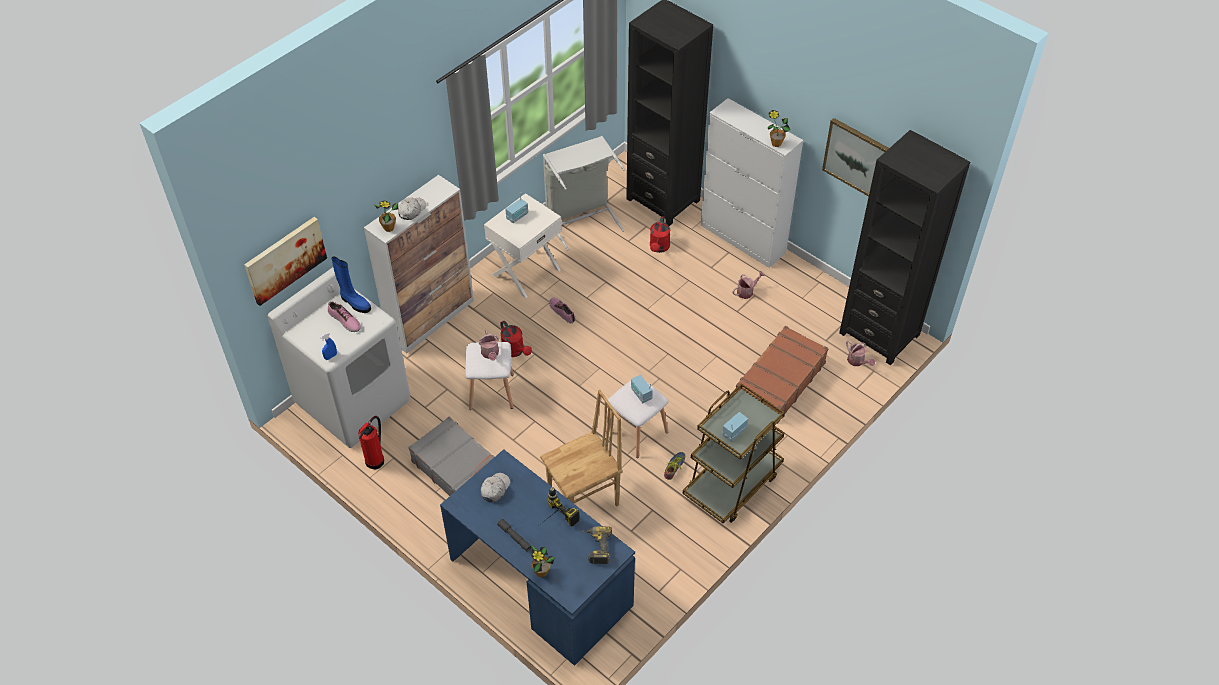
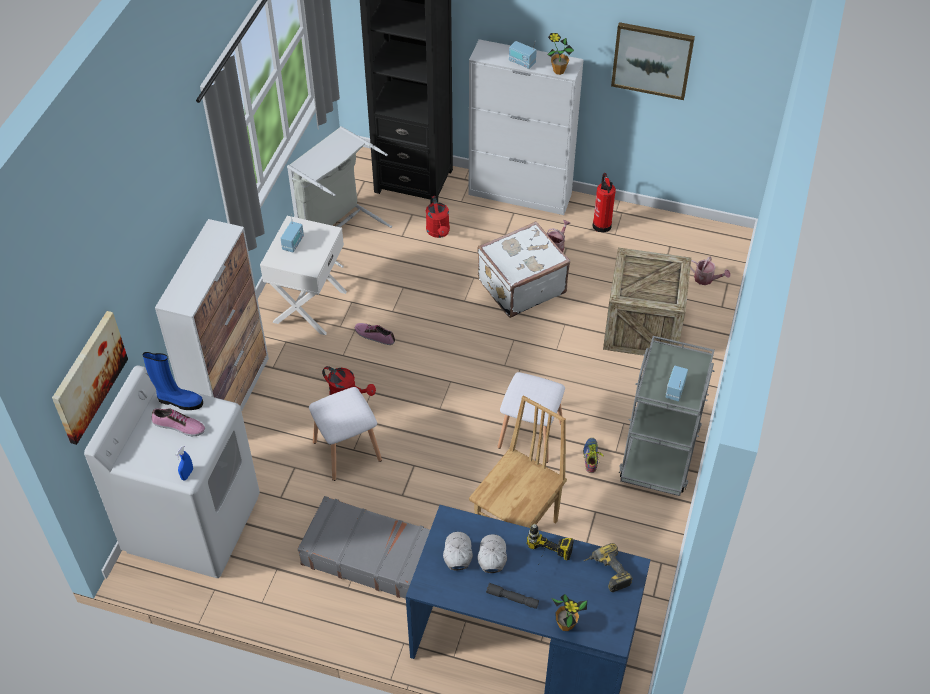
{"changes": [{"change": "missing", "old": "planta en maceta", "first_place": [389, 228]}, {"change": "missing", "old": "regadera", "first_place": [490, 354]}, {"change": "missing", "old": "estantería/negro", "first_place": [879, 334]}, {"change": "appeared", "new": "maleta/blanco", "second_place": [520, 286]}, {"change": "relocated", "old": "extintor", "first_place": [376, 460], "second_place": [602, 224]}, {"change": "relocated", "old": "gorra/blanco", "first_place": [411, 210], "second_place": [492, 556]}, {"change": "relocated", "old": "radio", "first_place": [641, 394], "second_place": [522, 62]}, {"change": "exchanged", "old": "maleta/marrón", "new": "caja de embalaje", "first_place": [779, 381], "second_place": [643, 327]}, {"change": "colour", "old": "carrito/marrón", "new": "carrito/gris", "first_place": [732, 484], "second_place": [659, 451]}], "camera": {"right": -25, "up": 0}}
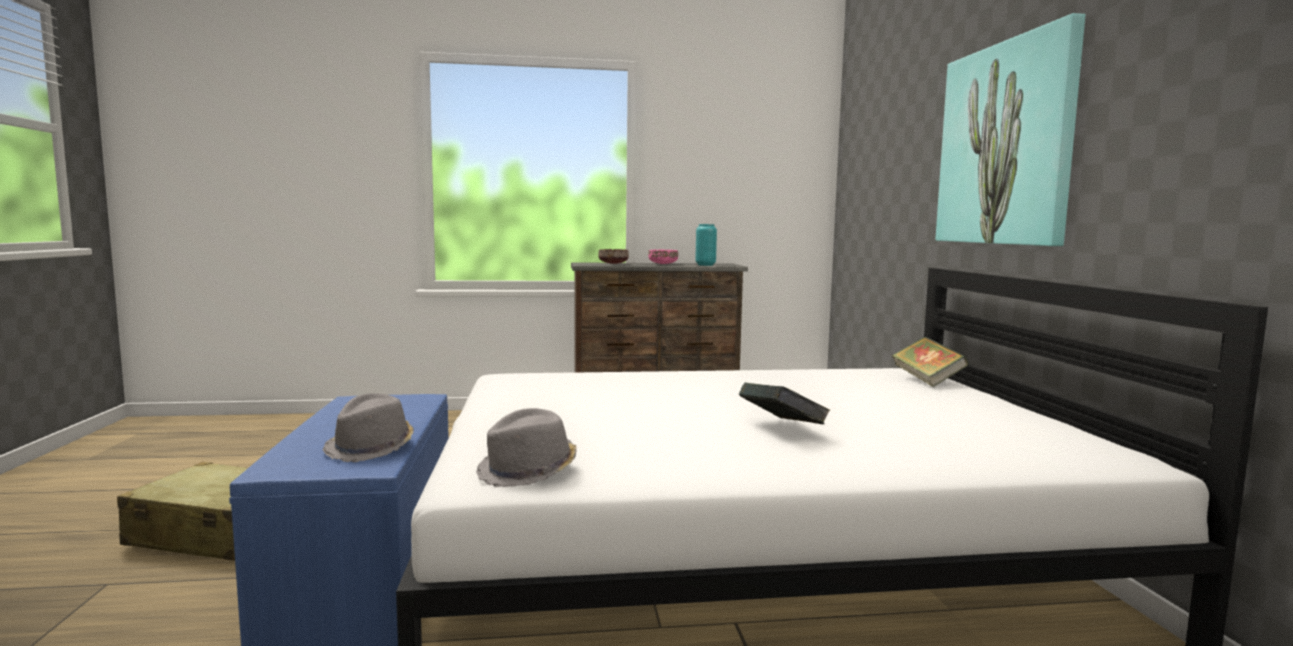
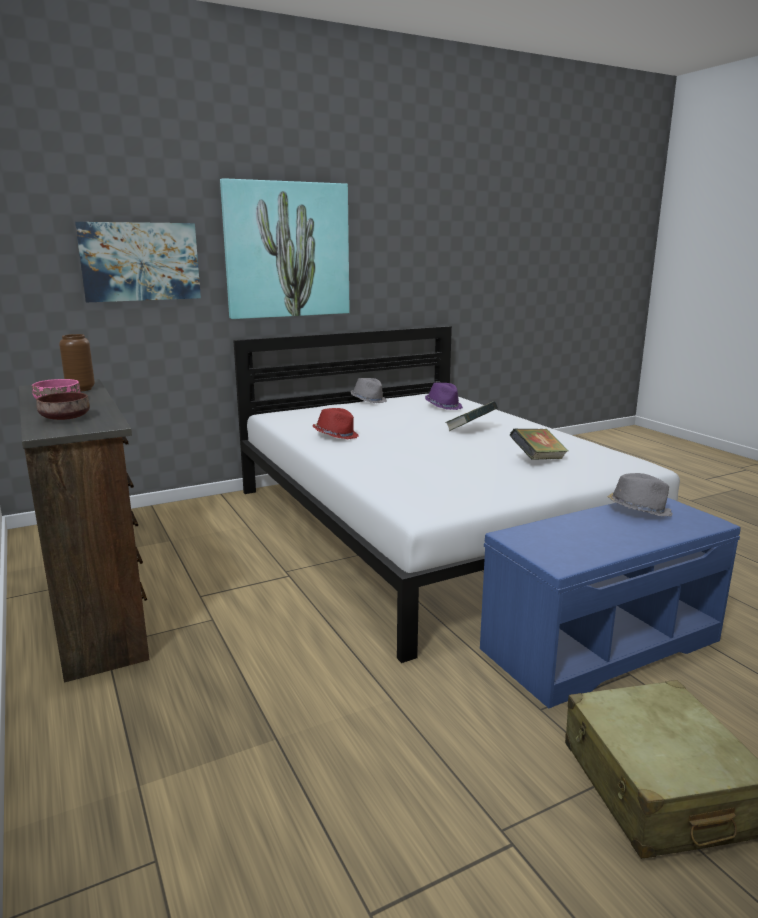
{"changes": [{"change": "appeared", "new": "cuadro", "second_place": [140, 261]}, {"change": "appeared", "new": "sombrero/rojo", "second_place": [336, 435]}, {"change": "appeared", "new": "sombrero/morado", "second_place": [443, 406]}, {"change": "relocated", "old": "sombrero/gris", "first_place": [528, 472], "second_place": [368, 400]}, {"change": "relocated", "old": "libro", "first_place": [927, 380], "second_place": [537, 460]}, {"change": "colour", "old": "florero/turquesa", "new": "florero/marrón", "first_place": [705, 265], "second_place": [80, 389]}], "camera": {"right": -110, "up": 10}}
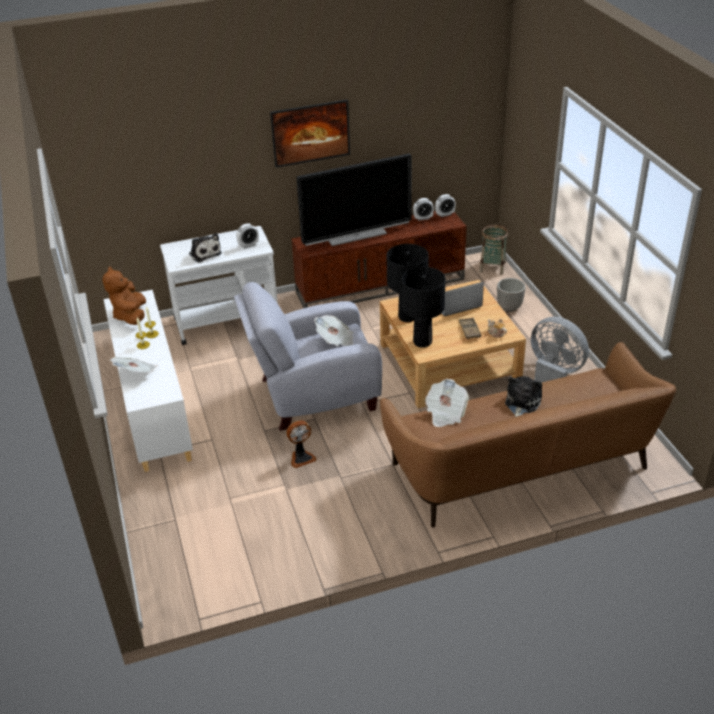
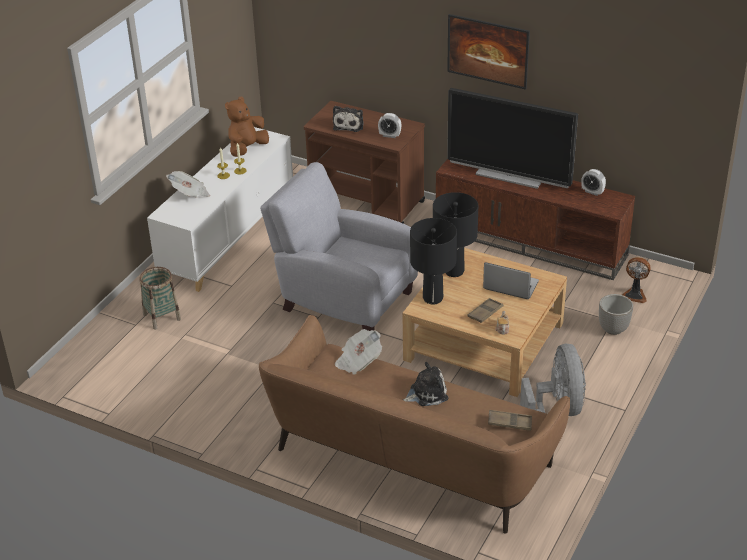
{"changes": [{"change": "missing", "old": "periódico", "first_place": [336, 340]}, {"change": "missing", "old": "despertador", "first_place": [445, 214]}, {"change": "appeared", "new": "bandeja/marrón", "second_place": [509, 423]}, {"change": "relocated", "old": "ventilador", "first_place": [301, 457], "second_place": [634, 295]}, {"change": "relocated", "old": "cesta", "first_place": [492, 267], "second_place": [161, 317]}, {"change": "colour", "old": "carrito/blanco", "new": "carrito/marrón", "first_place": [227, 321], "second_place": [367, 202]}], "camera": {"right": 45, "up": 0}}
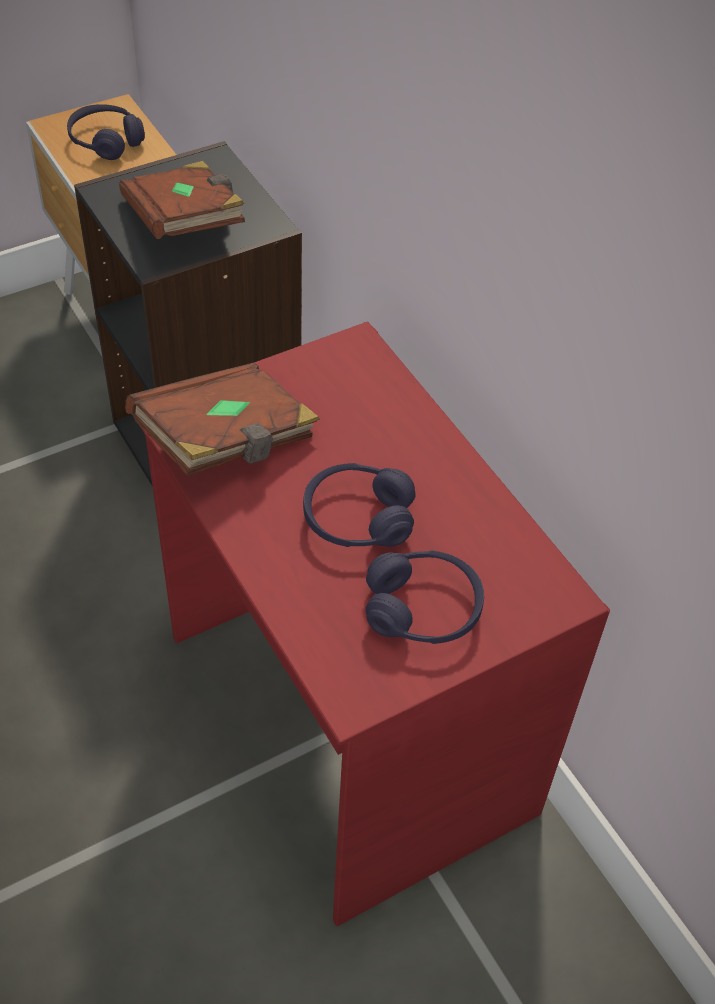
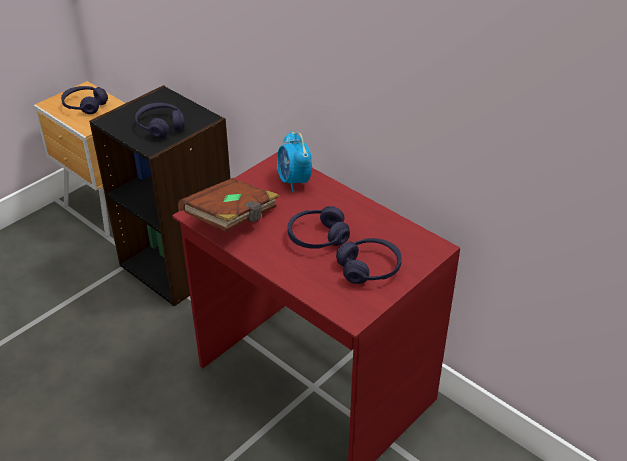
{"changes": [{"change": "appeared", "new": "despertador", "second_place": [294, 181]}, {"change": "exchanged", "old": "libro/marrón", "new": "auriculares/morado", "first_place": [185, 224], "second_place": [160, 126]}], "camera": {"right": -15, "up": -10}}
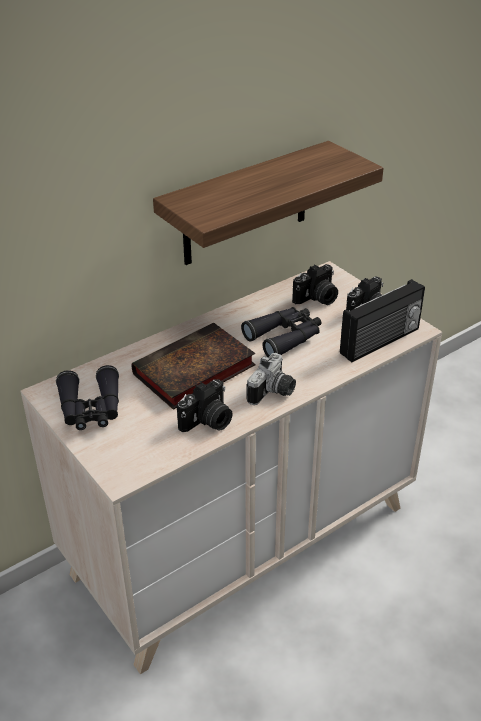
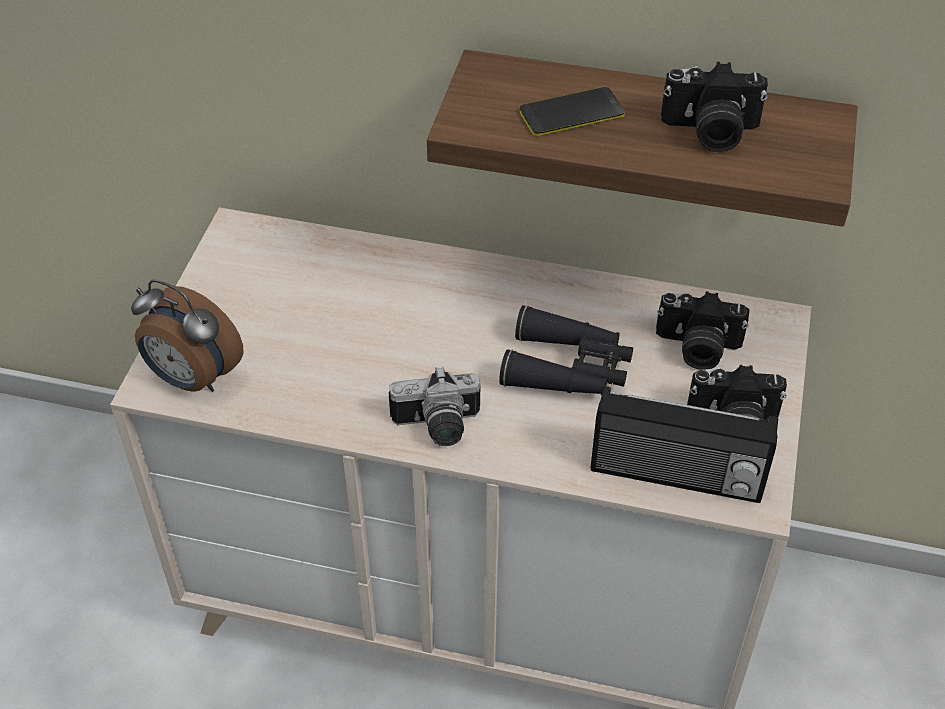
{"changes": [{"change": "missing", "old": "prismáticos/negro", "first_place": [91, 409]}, {"change": "missing", "old": "libro", "first_place": [192, 372]}, {"change": "appeared", "new": "despertador", "second_place": [192, 378]}, {"change": "appeared", "new": "móvil", "second_place": [571, 113]}, {"change": "relocated", "old": "cámara", "first_place": [208, 422], "second_place": [710, 132]}], "camera": {"right": 50, "up": 10}}
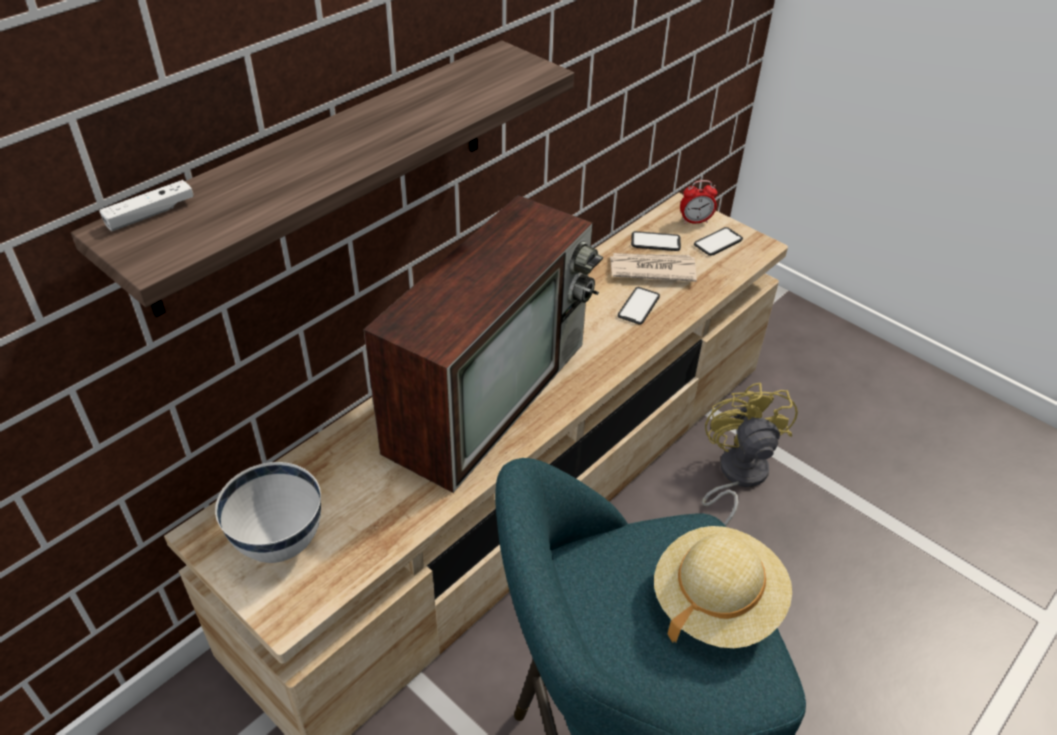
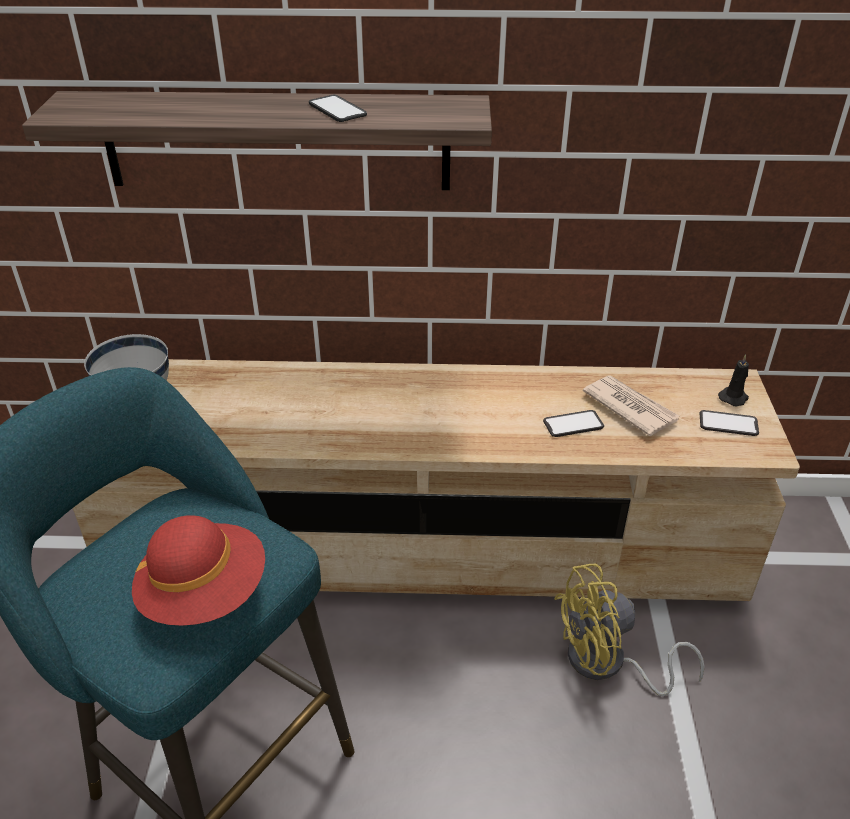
{"changes": [{"change": "missing", "old": "mando de consola/blanco", "first_place": [150, 214]}, {"change": "missing", "old": "televisor", "first_place": [488, 392]}, {"change": "relocated", "old": "móvil", "first_place": [655, 242], "second_place": [337, 110]}, {"change": "exchanged", "old": "despertador", "new": "vela/negro", "first_place": [695, 221], "second_place": [733, 397]}, {"change": "colour", "old": "sombrero/beis", "new": "sombrero/rojo", "first_place": [716, 602], "second_place": [204, 593]}, {"change": "spun", "old": "ventilador/amarillo", "first_place": [736, 476], "second_place": [607, 664], "degrees": -150}], "camera": {"right": 50, "up": -5}}
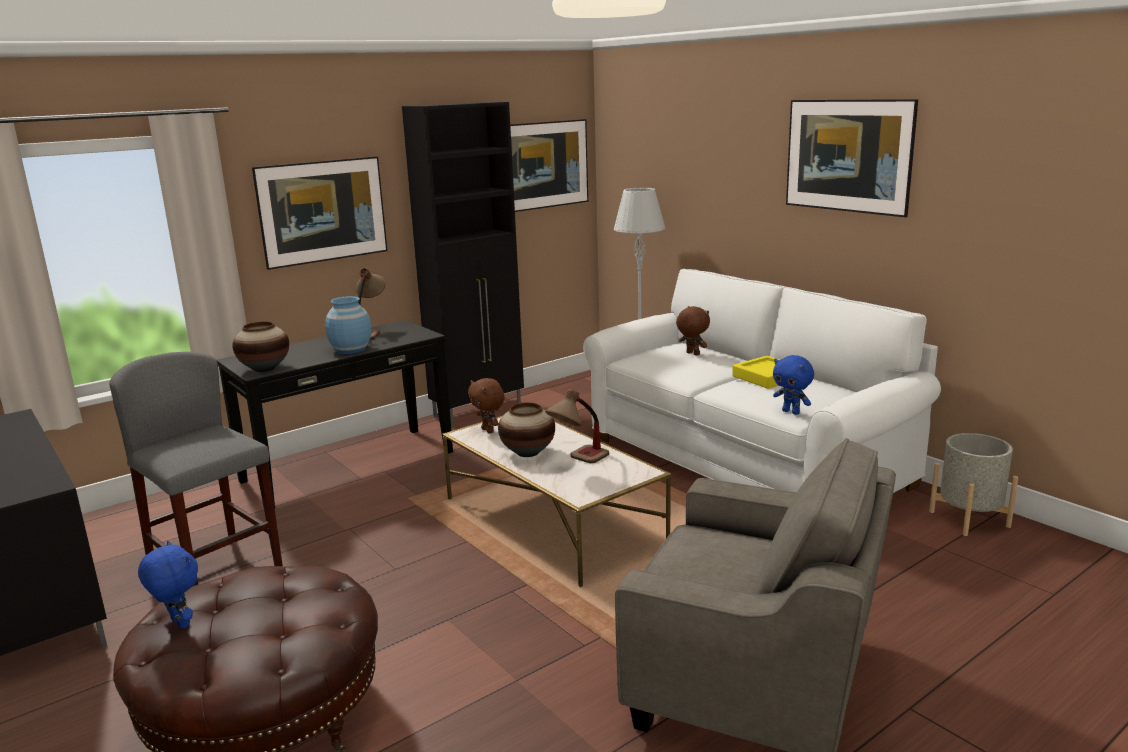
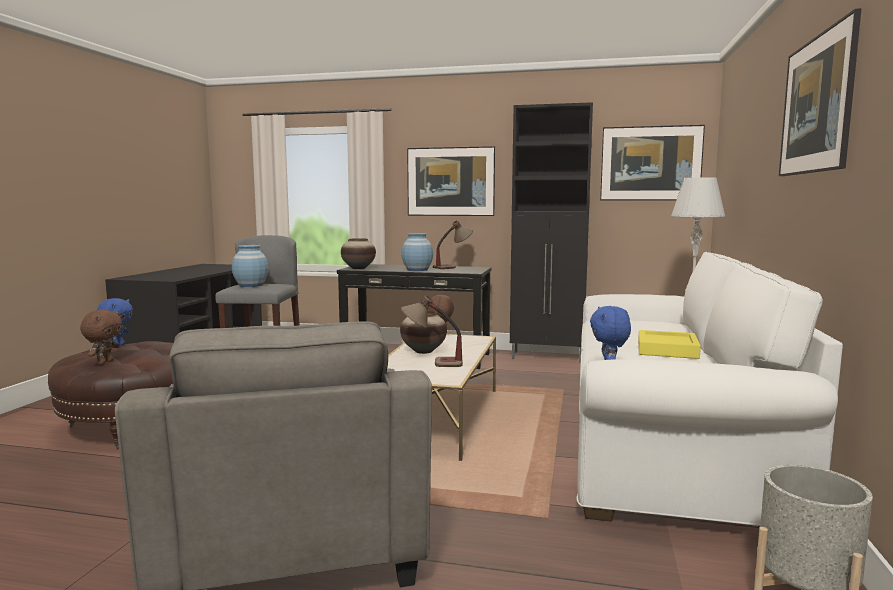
{"changes": [{"change": "appeared", "new": "florero/azul", "second_place": [251, 285]}, {"change": "relocated", "old": "peluche/marrón", "first_place": [692, 354], "second_place": [104, 362]}], "camera": {"right": 50, "up": -10}}
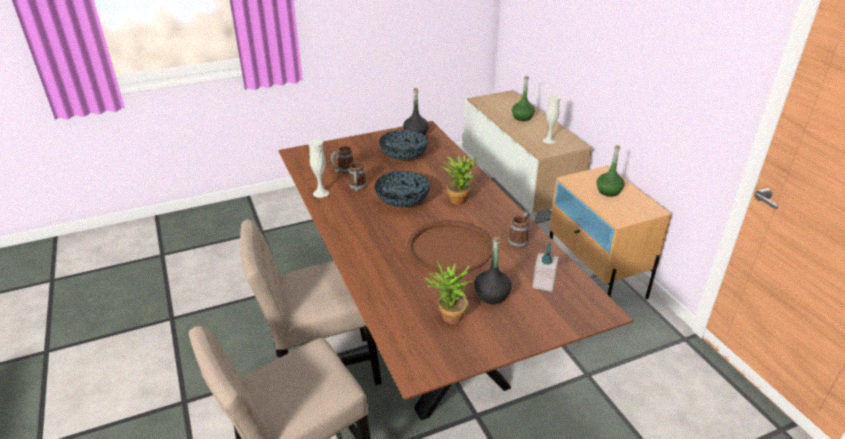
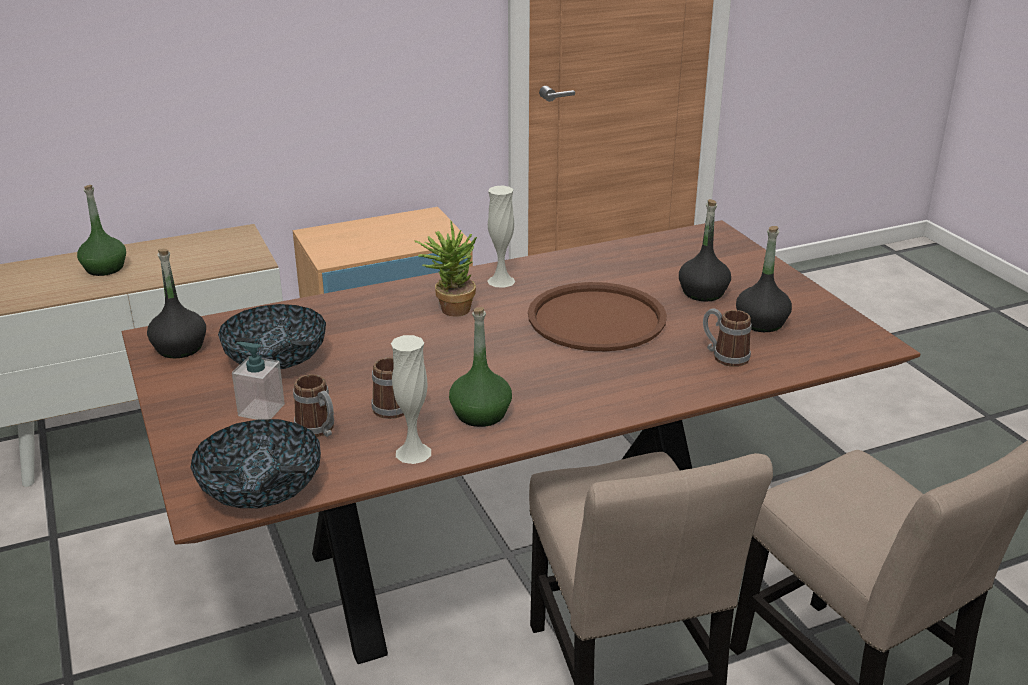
{"changes": [{"change": "relocated", "old": "cuenco", "first_place": [402, 201], "second_place": [261, 490]}, {"change": "relocated", "old": "taza grande", "first_place": [520, 240], "second_place": [724, 356]}, {"change": "relocated", "old": "dispensador de jabón", "first_place": [543, 283], "second_place": [261, 410]}, {"change": "relocated", "old": "florero/blanco", "first_place": [549, 140], "second_place": [501, 281]}, {"change": "relocated", "old": "botella/verde", "first_place": [608, 191], "second_place": [480, 414]}, {"change": "exchanged", "old": "planta en maceta", "new": "botella/negro", "first_place": [448, 318], "second_place": [761, 323]}], "camera": {"right": -90, "up": -5}}
